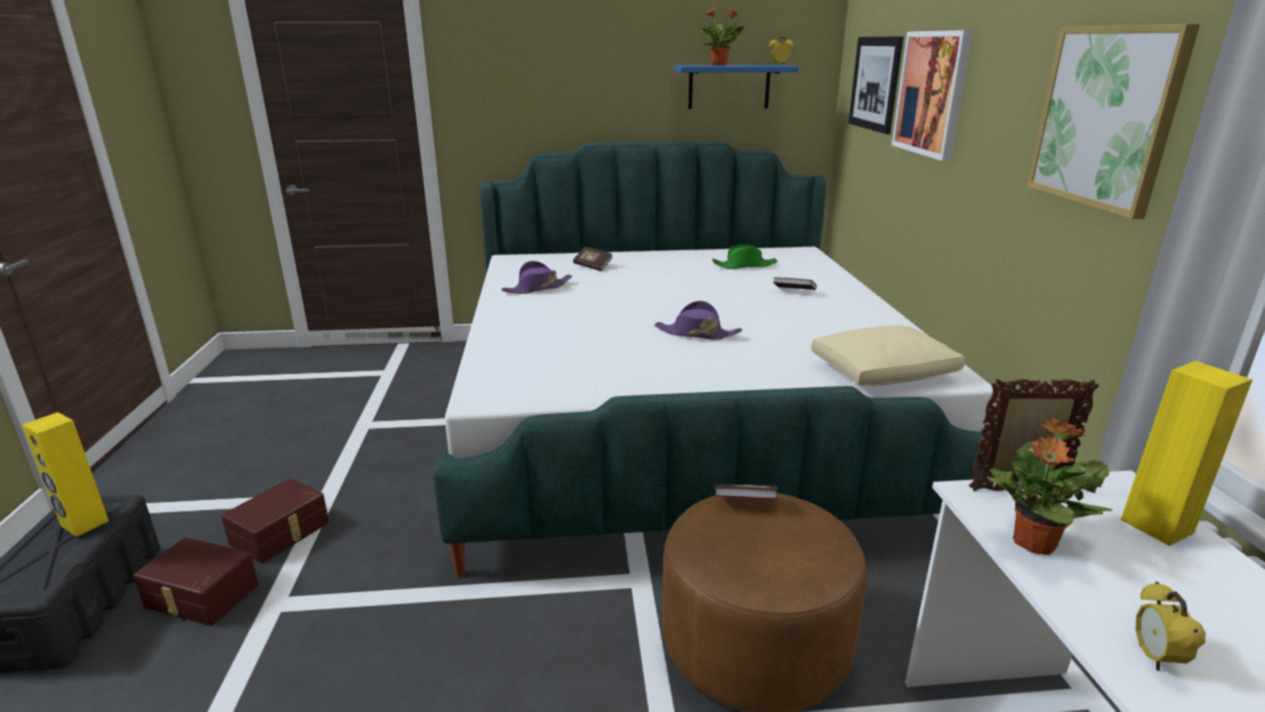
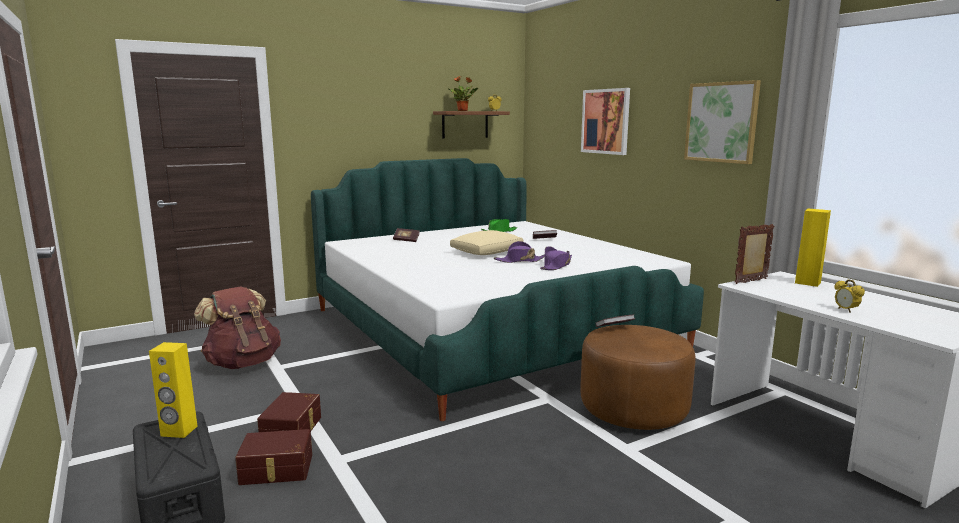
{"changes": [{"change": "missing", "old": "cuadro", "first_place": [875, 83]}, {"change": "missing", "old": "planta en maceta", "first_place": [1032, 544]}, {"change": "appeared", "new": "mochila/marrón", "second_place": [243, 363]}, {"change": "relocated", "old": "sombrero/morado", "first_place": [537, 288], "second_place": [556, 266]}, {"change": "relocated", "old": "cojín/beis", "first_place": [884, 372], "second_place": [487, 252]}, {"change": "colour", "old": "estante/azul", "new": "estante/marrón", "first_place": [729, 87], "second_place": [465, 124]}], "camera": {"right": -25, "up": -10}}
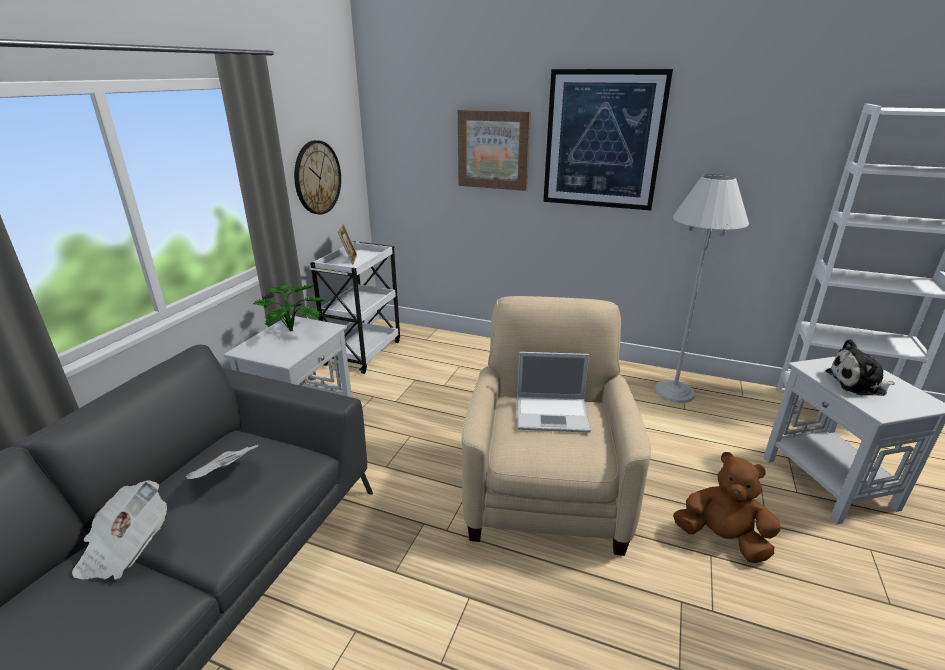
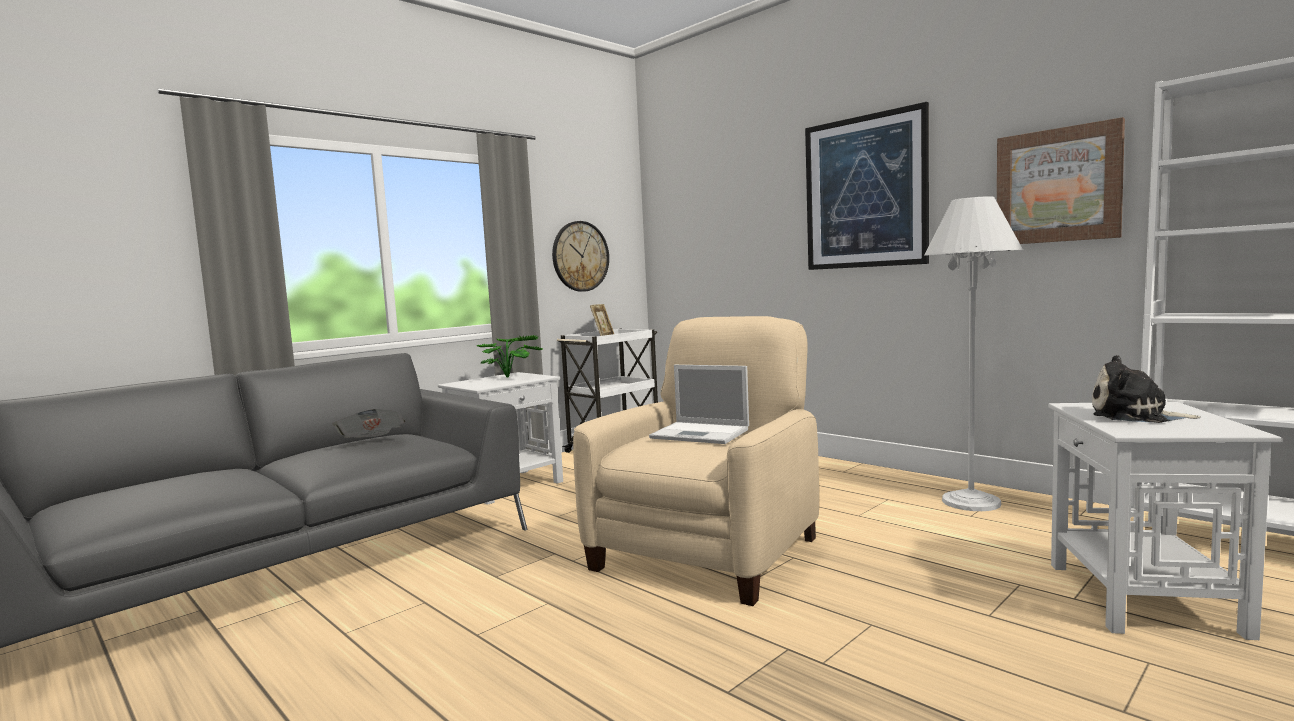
{"changes": [{"change": "missing", "old": "periódico", "first_place": [126, 548]}, {"change": "missing", "old": "peluche/marrón", "first_place": [722, 539]}, {"change": "relocated", "old": "cuadro", "first_place": [493, 150], "second_place": [1057, 186]}], "camera": {"right": 25, "up": -20}}
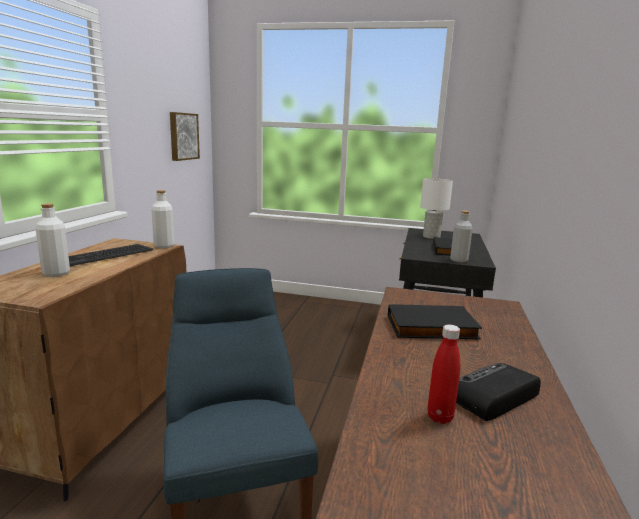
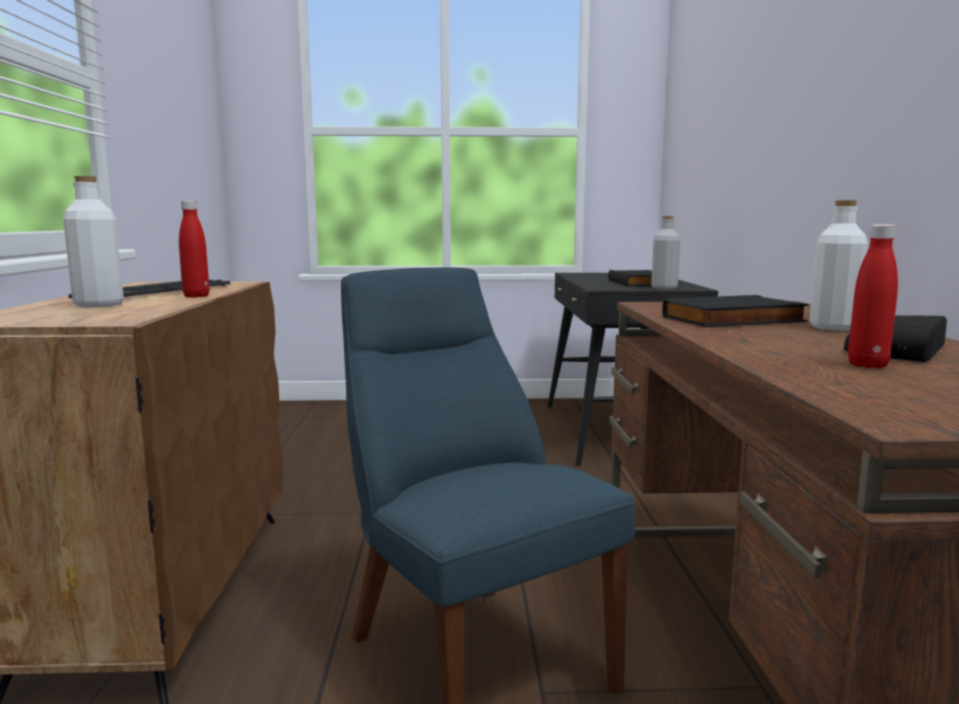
{"changes": [{"change": "missing", "old": "cuadro", "first_place": [183, 136]}, {"change": "missing", "old": "lámpara de mesa/blanco", "first_place": [431, 237]}, {"change": "appeared", "new": "botella/rojo", "second_place": [196, 296]}, {"change": "relocated", "old": "botella/blanco", "first_place": [164, 246], "second_place": [833, 327]}], "camera": {"right": -15, "up": -5}}
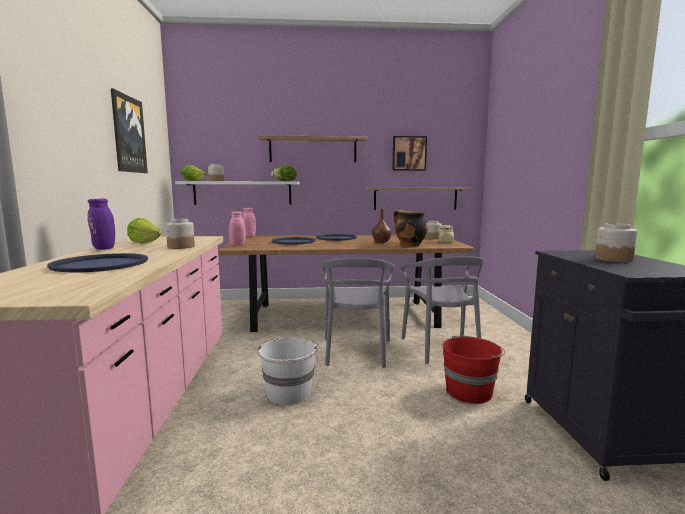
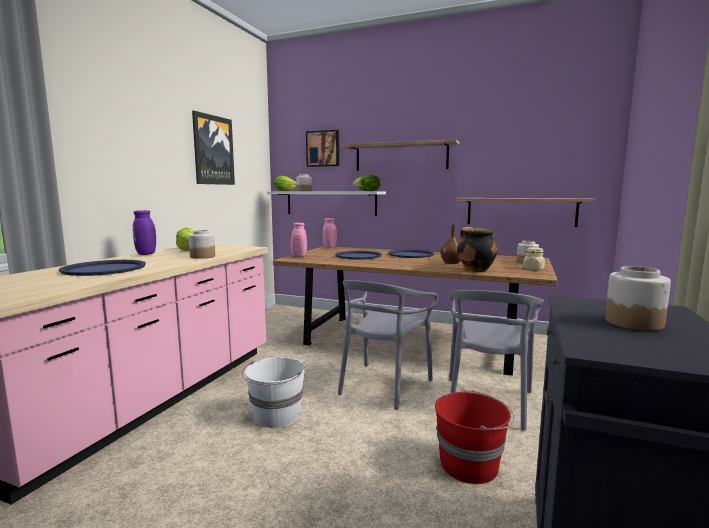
{"changes": [{"change": "relocated", "old": "cuadro", "first_place": [409, 153], "second_place": [323, 148]}], "camera": {"right": 25, "up": 0}}
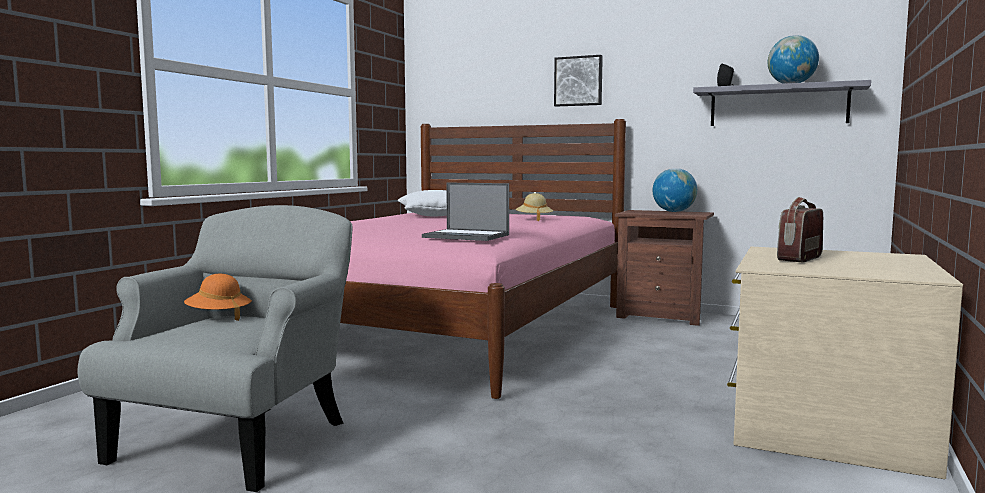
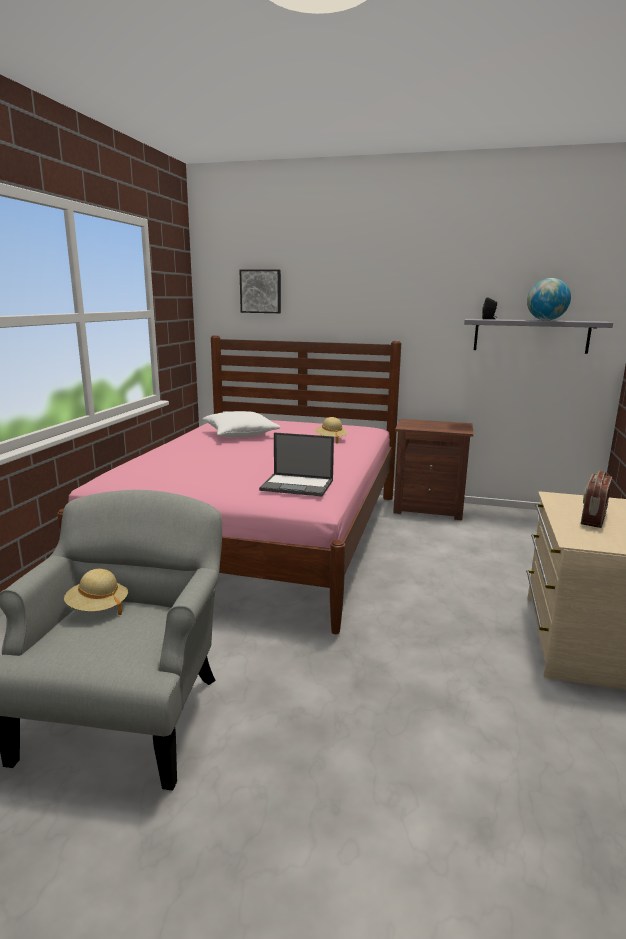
{"changes": [{"change": "missing", "old": "globo terráqueo", "first_place": [673, 212]}, {"change": "relocated", "old": "cuadro", "first_place": [578, 81], "second_place": [261, 291]}, {"change": "colour", "old": "sombrero/naranja", "new": "sombrero/beis", "first_place": [218, 316], "second_place": [98, 608]}], "camera": {"right": -10, "up": 10}}
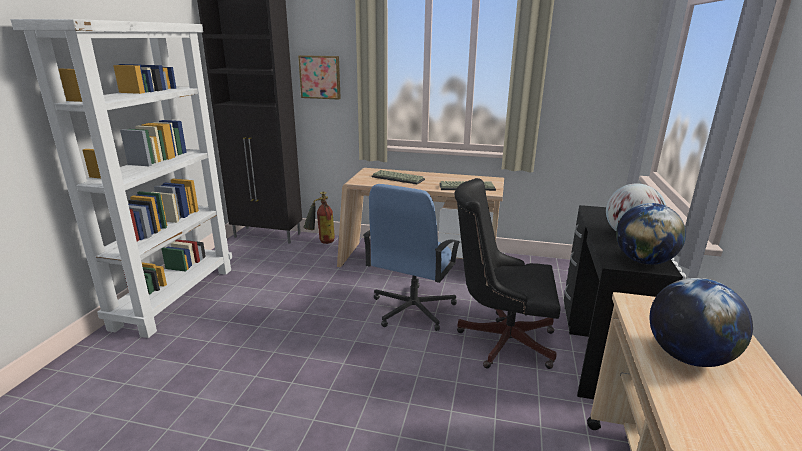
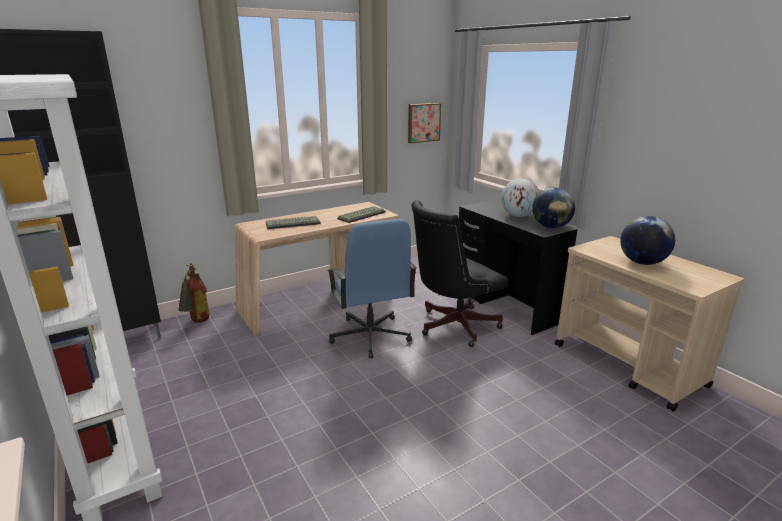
{"changes": [{"change": "relocated", "old": "cuadro", "first_place": [320, 77], "second_place": [423, 122]}], "camera": {"right": -45, "up": 0}}
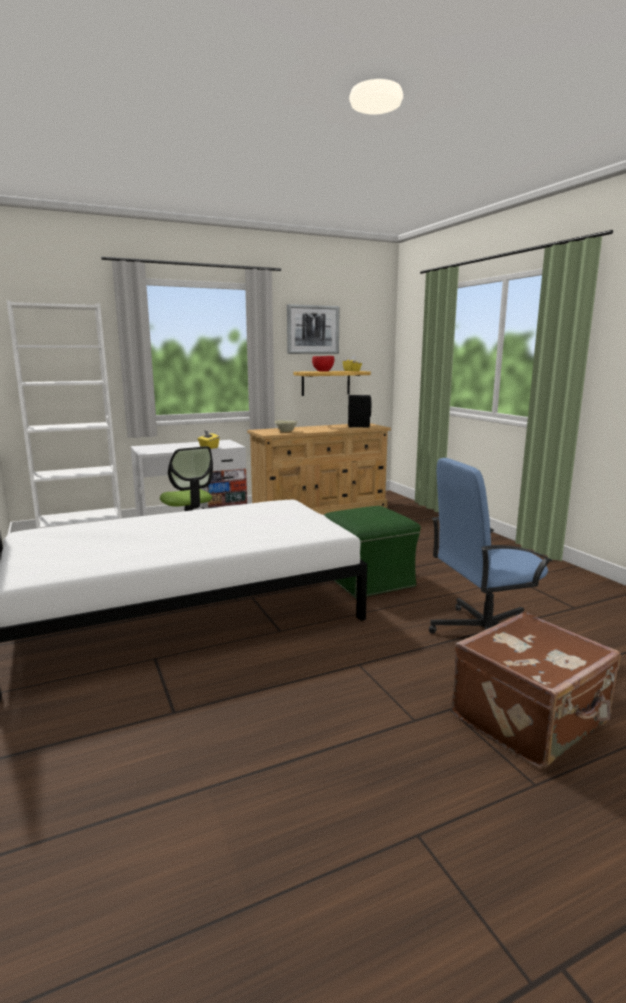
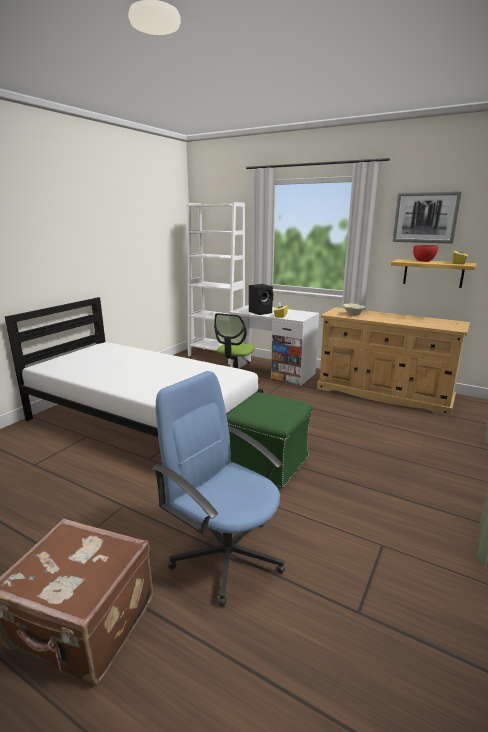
{"changes": [{"change": "relocated", "old": "altavoz/negro", "first_place": [358, 426], "second_place": [261, 312]}], "camera": {"right": 55, "up": 5}}
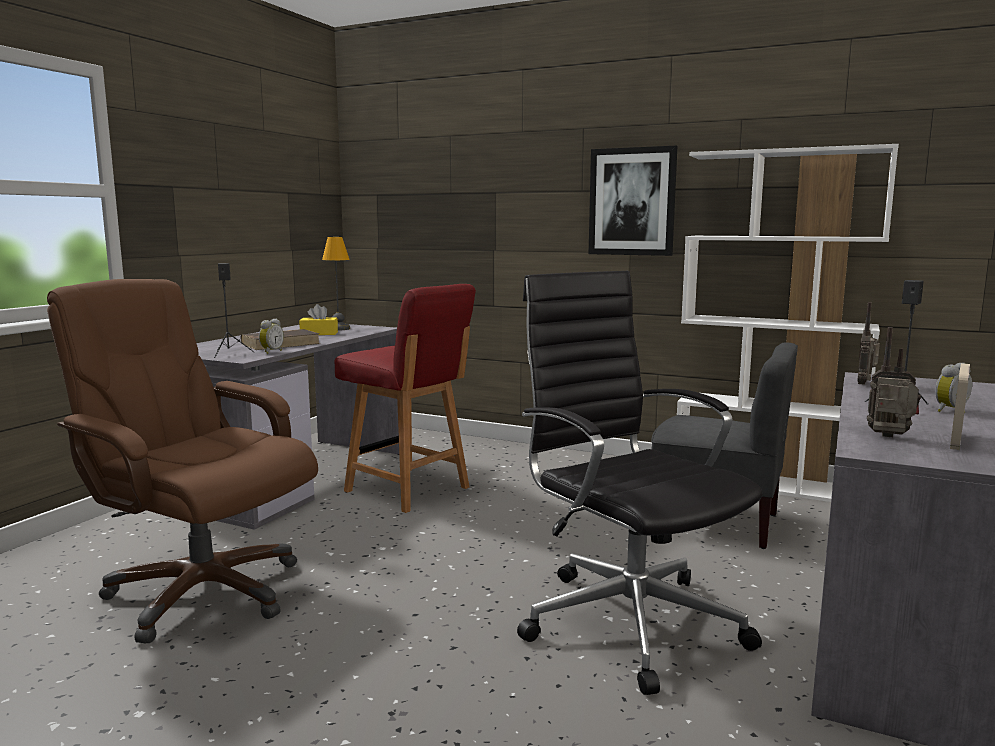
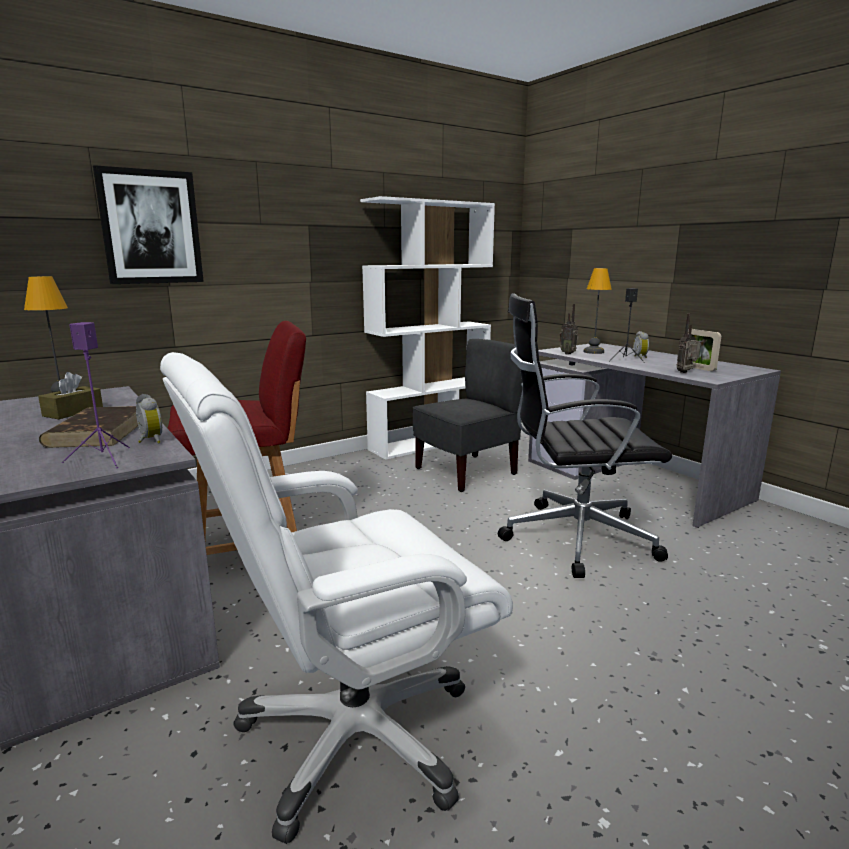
{"changes": [{"change": "appeared", "new": "lámpara de mesa", "second_place": [594, 352]}, {"change": "relocated", "old": "cuadro", "first_place": [632, 202], "second_place": [151, 227]}, {"change": "colour", "old": "silla de oficina/marrón", "new": "silla de oficina/blanco", "first_place": [202, 592], "second_place": [354, 736]}, {"change": "colour", "old": "altavoz/negro", "new": "altavoz/morado", "first_place": [228, 353], "second_place": [104, 459]}, {"change": "colour", "old": "caja de pañuelos/amarillo", "new": "caja de pañuelos/marrón", "first_place": [319, 333], "second_place": [73, 412]}], "camera": {"right": -60, "up": 5}}
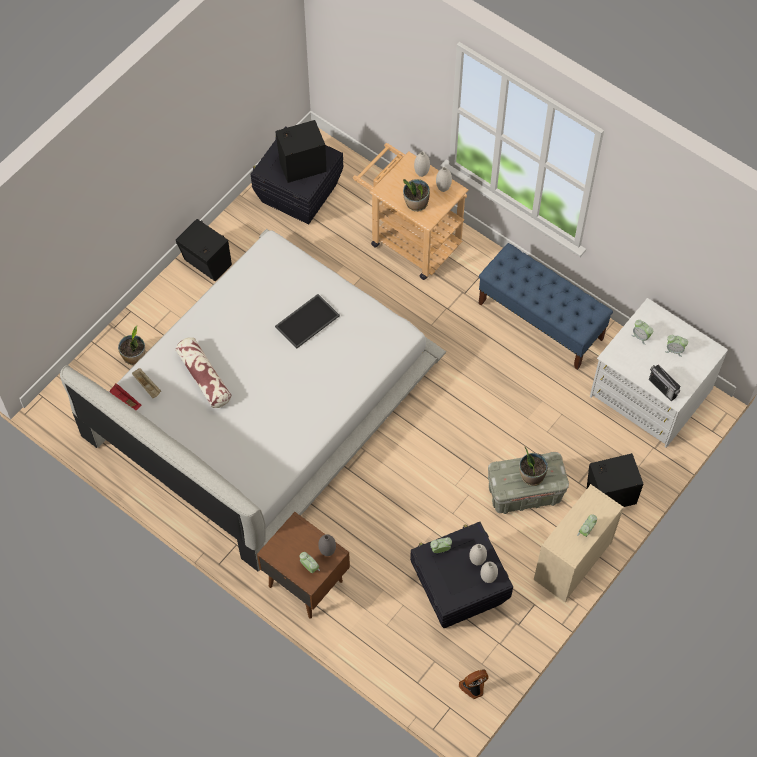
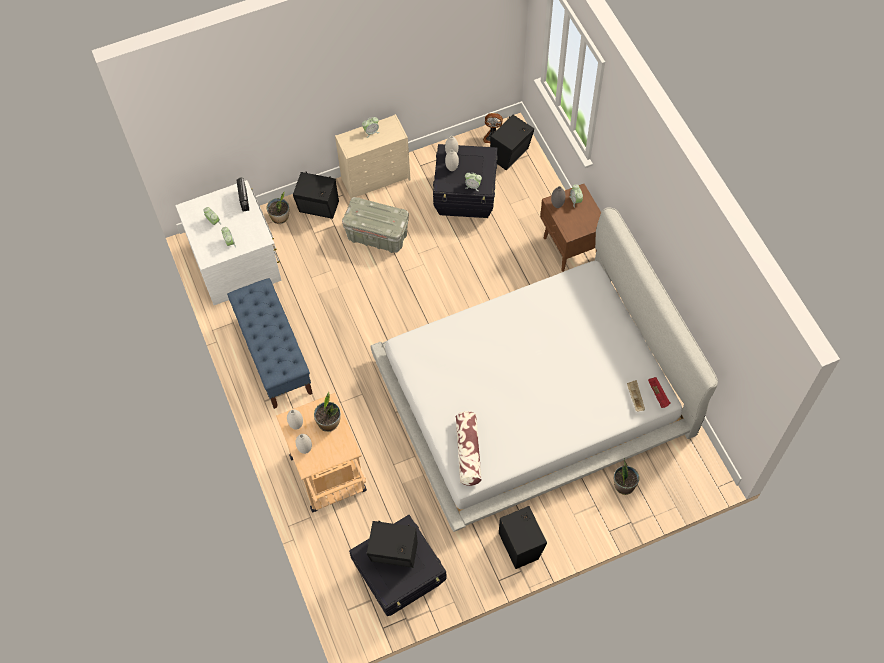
{"changes": [{"change": "missing", "old": "bandeja", "first_place": [307, 320]}, {"change": "appeared", "new": "altavoz/negro", "second_place": [511, 154]}, {"change": "relocated", "old": "cojín", "first_place": [204, 377], "second_place": [468, 452]}, {"change": "relocated", "old": "planta en maceta", "first_place": [531, 476], "second_place": [280, 217]}], "camera": {"right": -150, "up": 0}}
